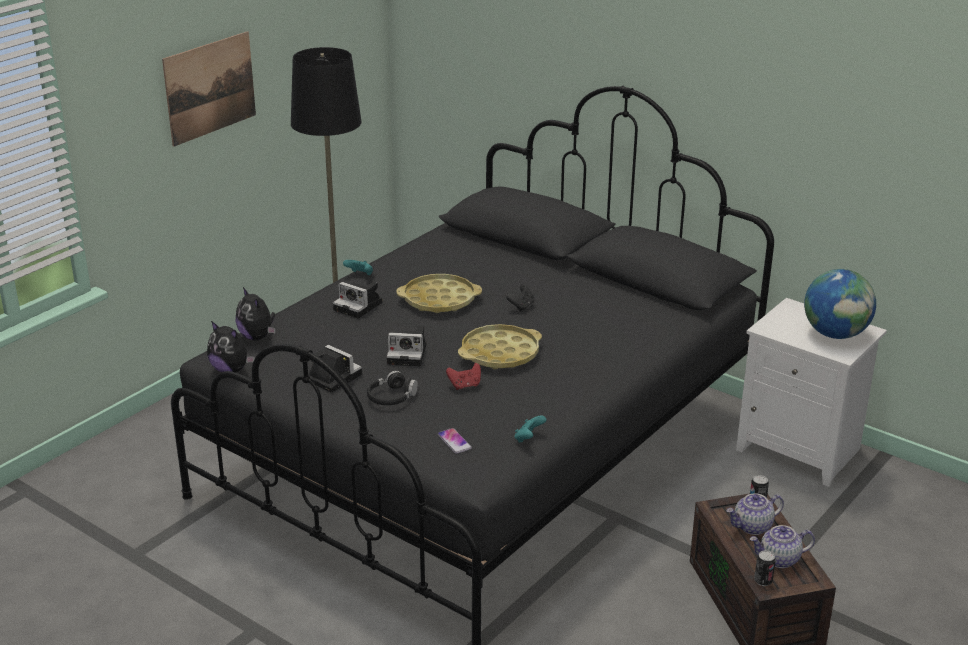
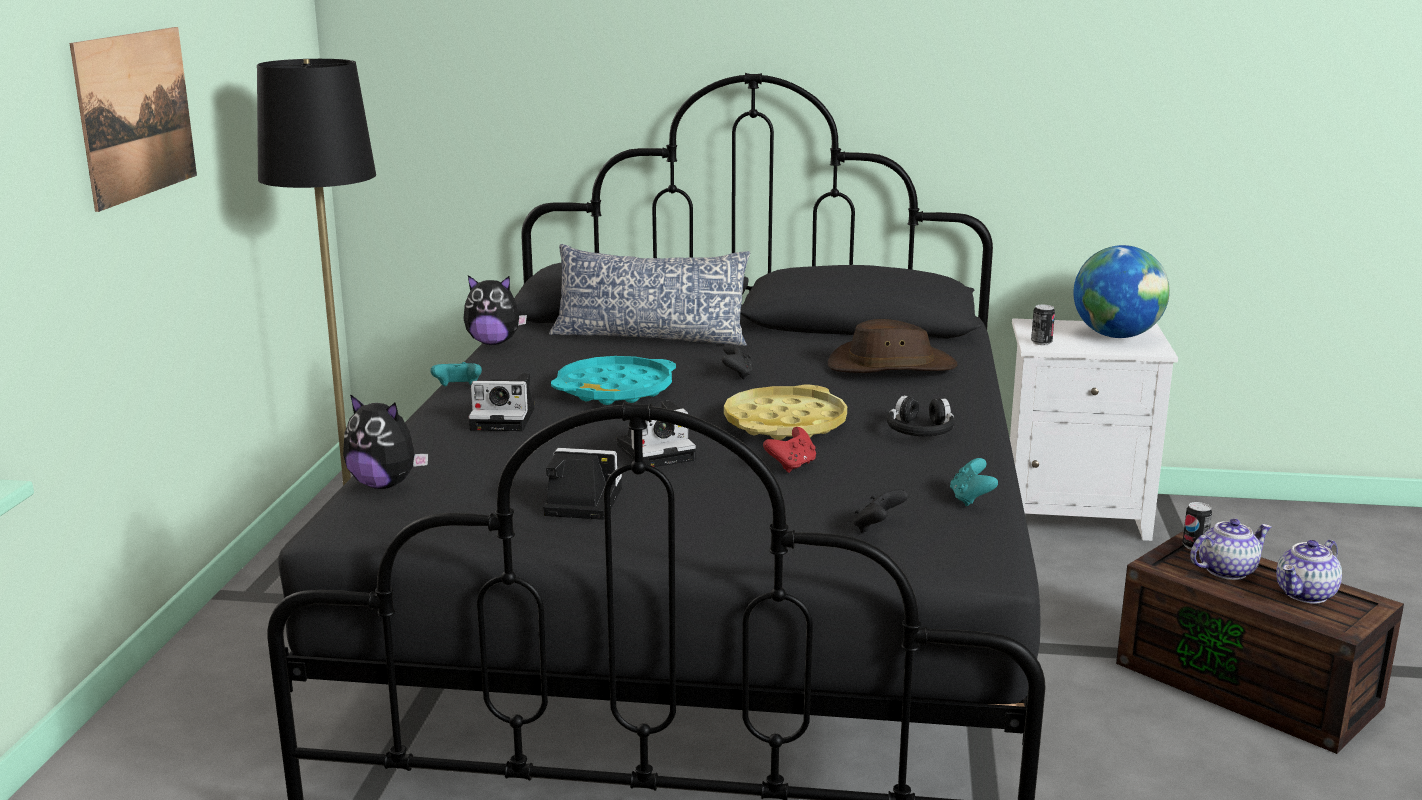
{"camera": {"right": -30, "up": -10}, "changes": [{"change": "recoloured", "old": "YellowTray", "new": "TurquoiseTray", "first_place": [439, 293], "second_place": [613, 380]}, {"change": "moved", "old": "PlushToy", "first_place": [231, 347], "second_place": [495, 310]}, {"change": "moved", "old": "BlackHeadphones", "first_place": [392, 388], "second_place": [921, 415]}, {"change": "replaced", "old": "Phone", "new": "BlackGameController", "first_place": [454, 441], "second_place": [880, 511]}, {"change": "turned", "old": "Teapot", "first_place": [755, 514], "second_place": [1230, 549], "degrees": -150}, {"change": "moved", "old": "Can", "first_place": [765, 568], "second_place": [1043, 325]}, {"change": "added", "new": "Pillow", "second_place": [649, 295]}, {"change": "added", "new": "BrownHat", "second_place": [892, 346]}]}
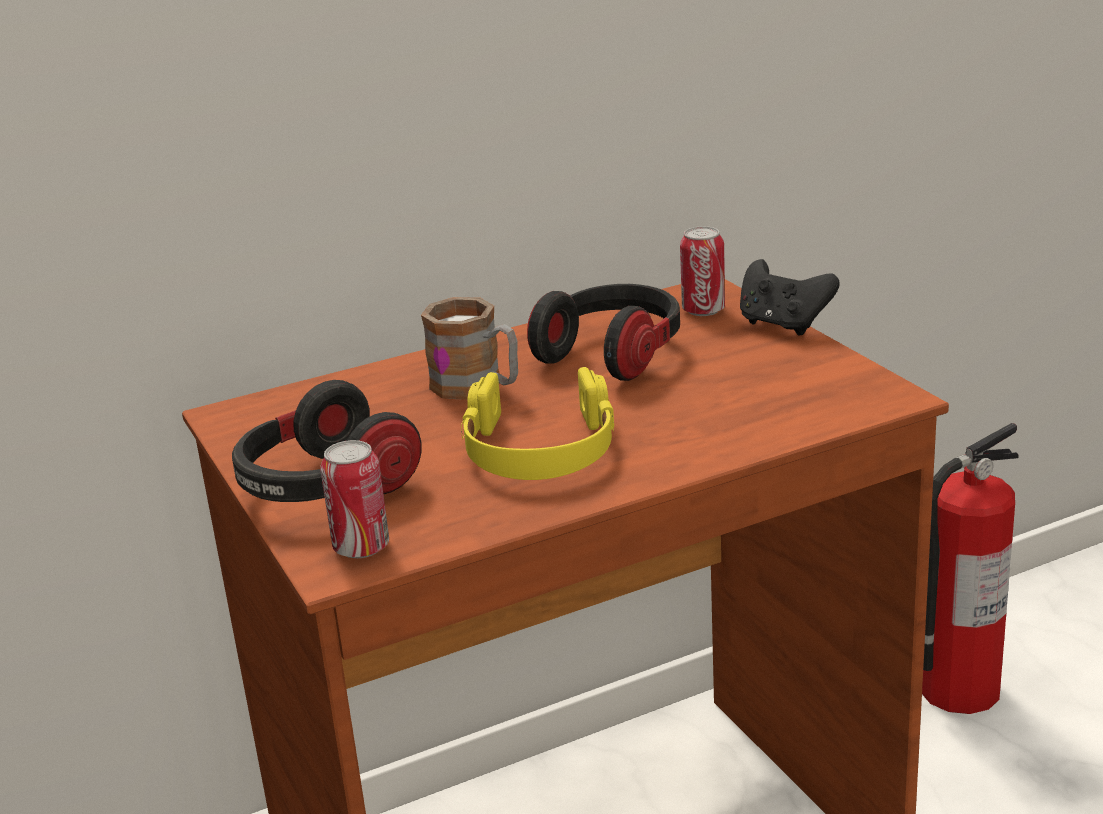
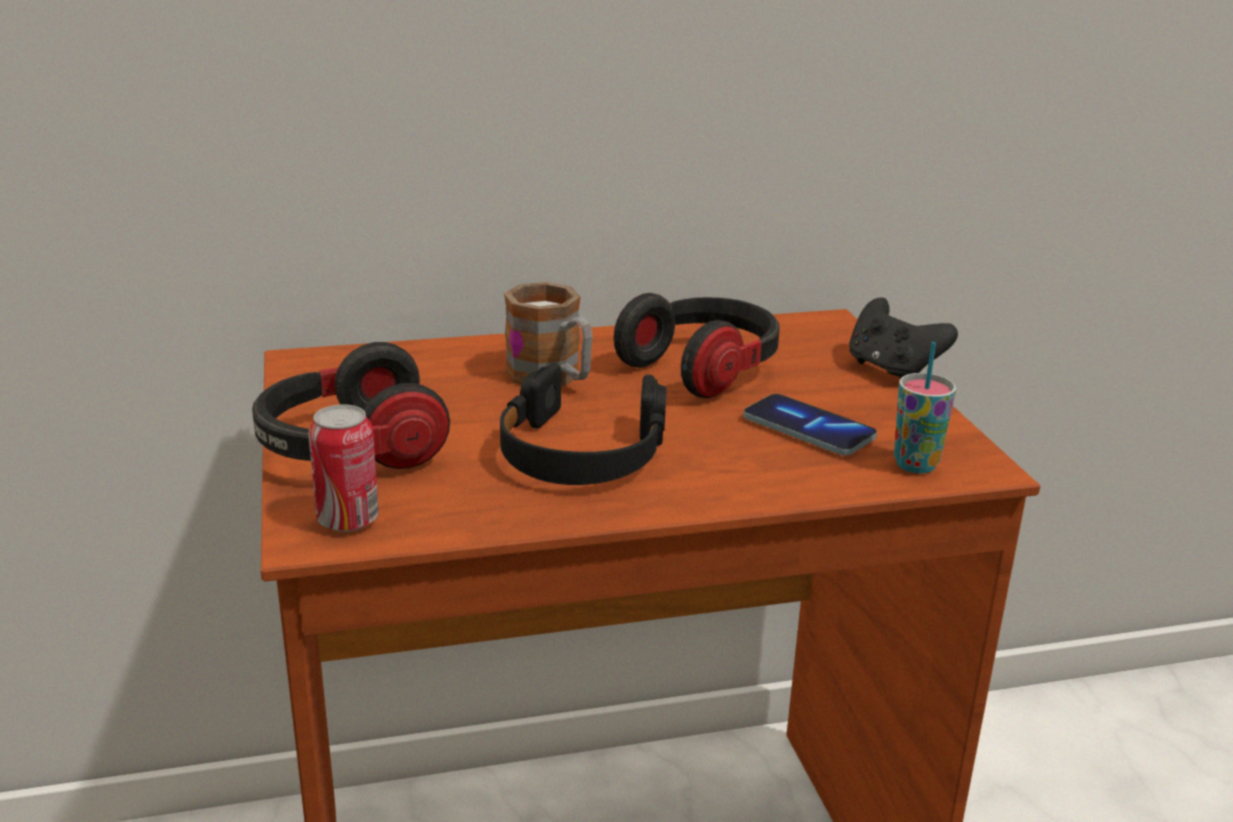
{"camera": {"right": 10, "up": 0}, "changes": [{"change": "removed", "old": "Can", "first_place": [702, 271]}, {"change": "recoloured", "old": "YellowHeadphones", "new": "BlackHeadphones", "first_place": [537, 423], "second_place": [583, 424]}, {"change": "removed", "old": "FireExtinguisher", "first_place": [970, 568]}, {"change": "added", "new": "Cup", "second_place": [925, 408]}, {"change": "added", "new": "Phone", "second_place": [810, 424]}]}
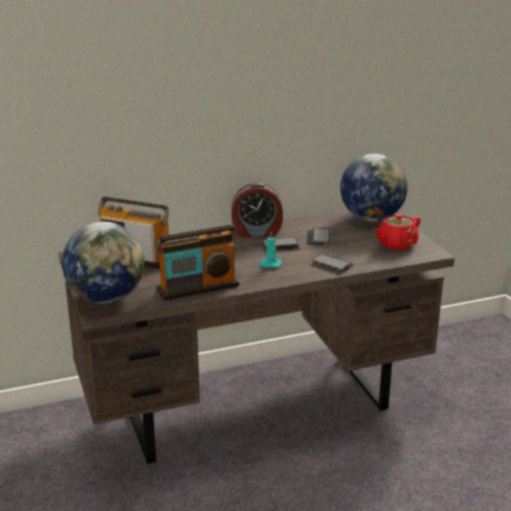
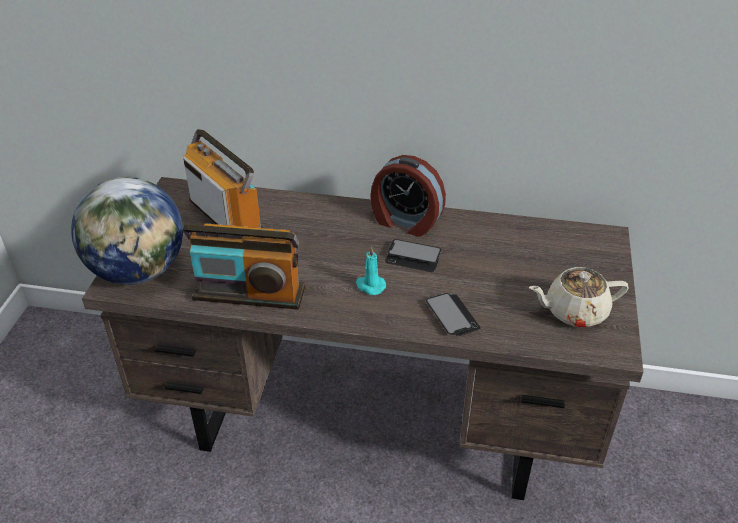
{"camera": {"right": 30, "up": 15}, "changes": [{"change": "removed", "old": "Globe", "first_place": [374, 187]}, {"change": "recoloured", "old": "RedTeapot", "new": "BeigeTeapot", "first_place": [397, 232], "second_place": [578, 297]}, {"change": "removed", "old": "Phone", "first_place": [318, 236]}]}
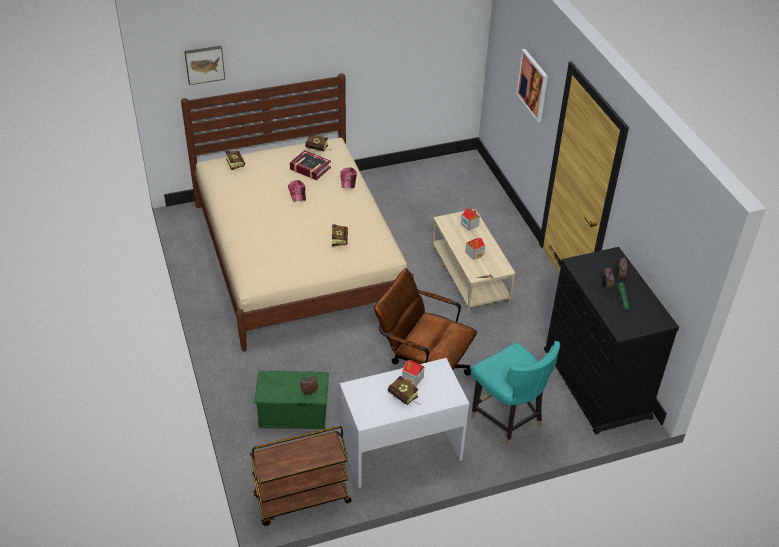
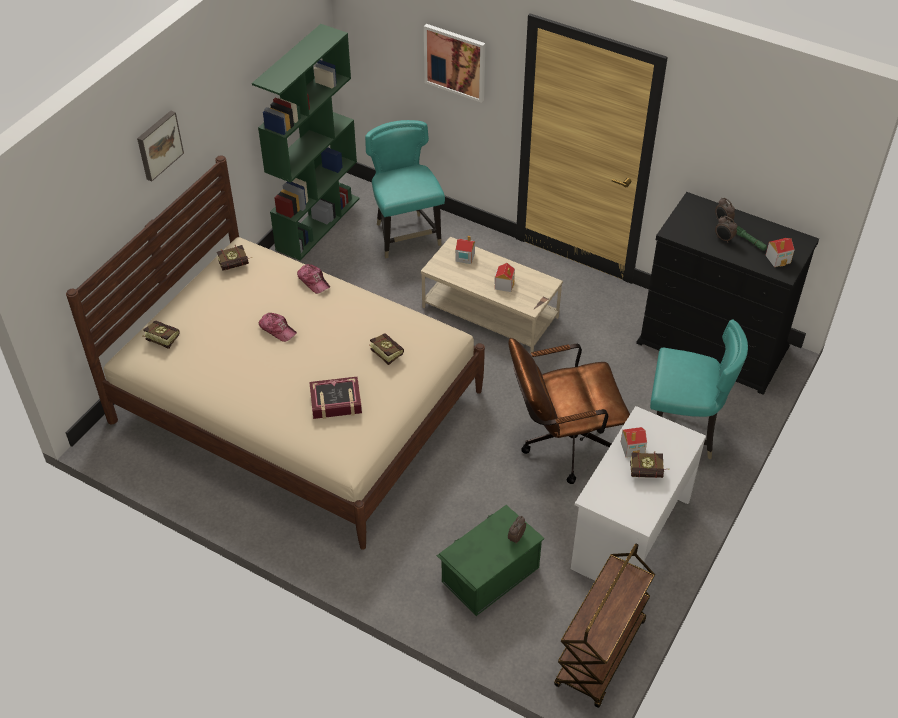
{"camera": {"right": -40, "up": 5}, "changes": [{"change": "moved", "old": "Picture", "first_place": [204, 65], "second_place": [160, 146]}, {"change": "moved", "old": "Book", "first_place": [310, 165], "second_place": [335, 398]}, {"change": "added", "new": "GreenBookcase", "second_place": [305, 142]}, {"change": "added", "new": "TurquoiseChair", "second_place": [405, 189]}, {"change": "added", "new": "ToyHouse", "second_place": [780, 252]}]}
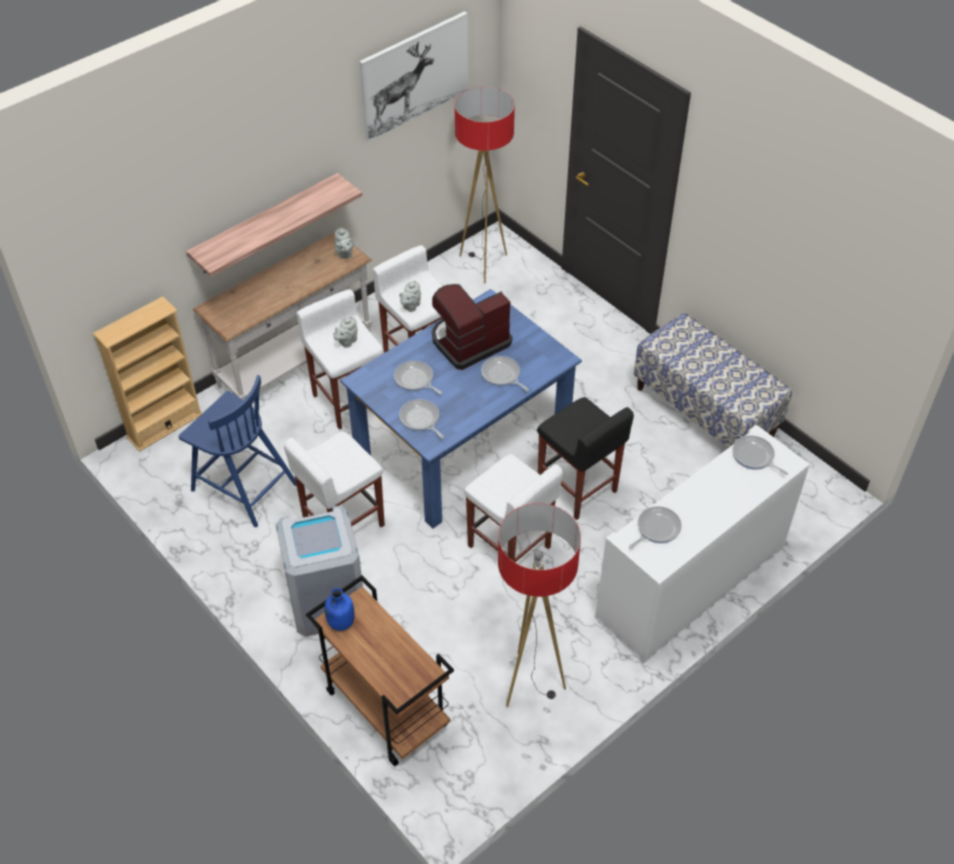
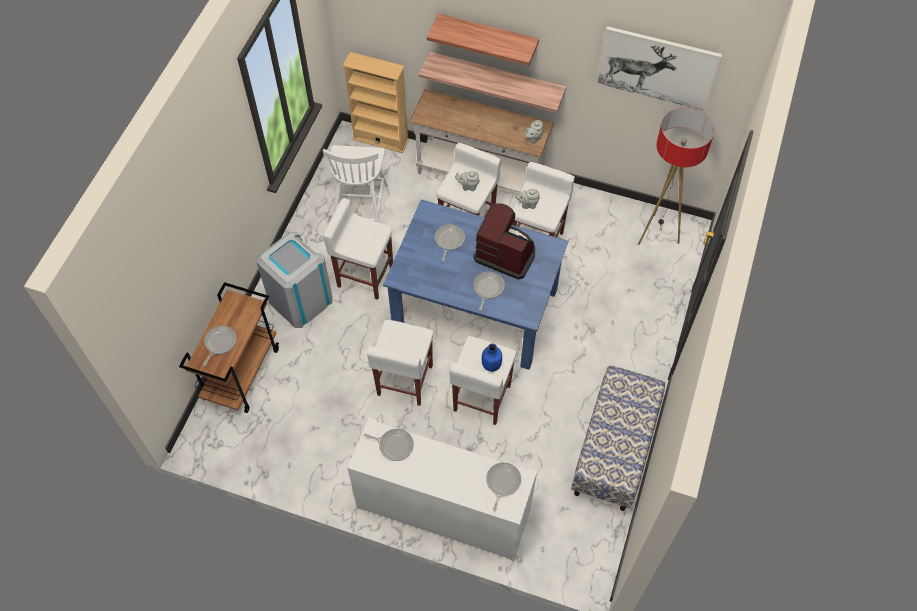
{"camera": {"right": 60, "up": 10}, "changes": [{"change": "recoloured", "old": "BlueChair", "new": "WhiteChair", "first_place": [238, 451], "second_place": [355, 184]}, {"change": "recoloured", "old": "BlackStool", "new": "WhiteStool", "first_place": [585, 458], "second_place": [482, 380]}, {"change": "moved", "old": "FryingPan", "first_place": [421, 418], "second_place": [219, 346]}, {"change": "removed", "old": "FloorLamp", "first_place": [539, 605]}, {"change": "moved", "old": "BlueBottle", "first_place": [339, 609], "second_place": [492, 358]}, {"change": "added", "new": "Shelf", "second_place": [483, 40]}]}
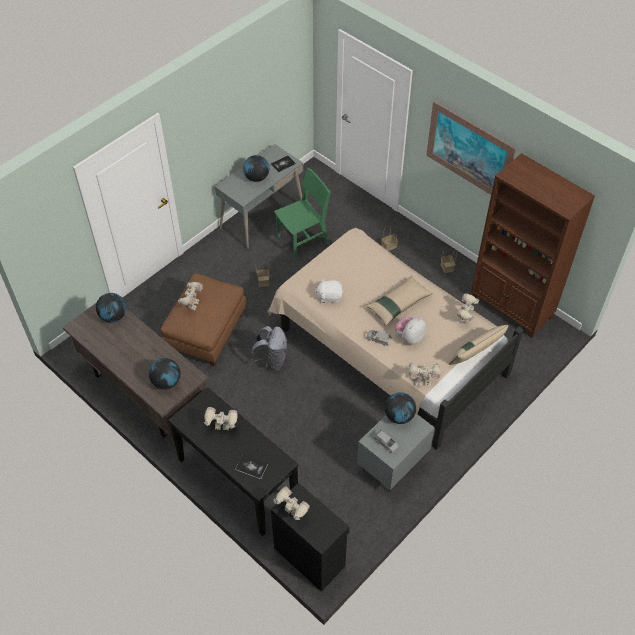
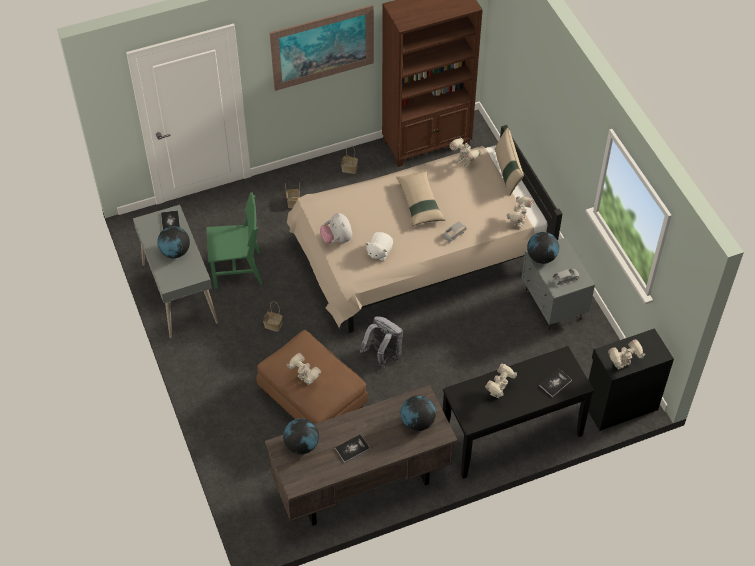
{"camera": {"right": -65, "up": 0}, "changes": [{"change": "turned", "old": "GreenChair", "first_place": [302, 213], "second_place": [234, 241], "degrees": 90}, {"change": "moved", "old": "PlushToy", "first_place": [410, 330], "second_place": [336, 228]}, {"change": "added", "new": "Book", "second_place": [352, 448]}]}
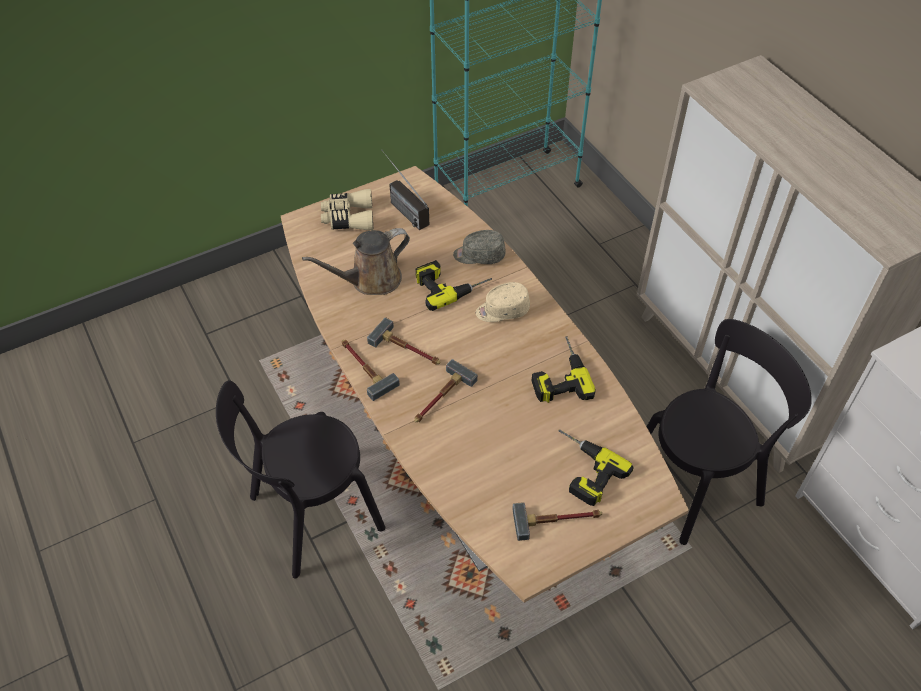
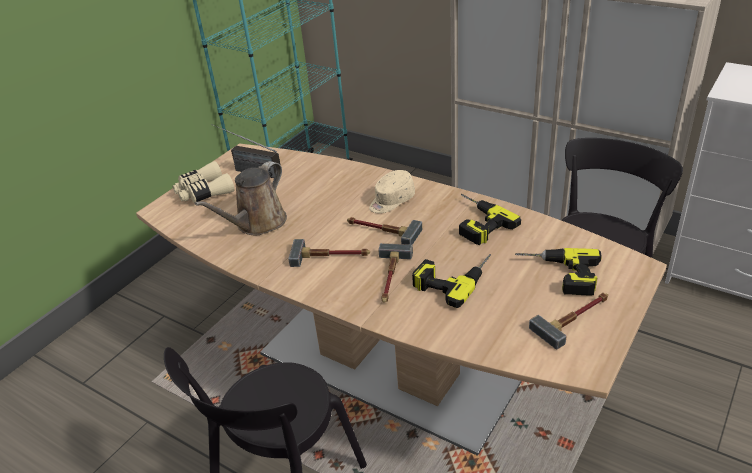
{"camera": {"right": -25, "up": -15}, "changes": [{"change": "removed", "old": "GreyCap", "first_place": [479, 247]}, {"change": "moved", "old": "PowerDrill", "first_place": [454, 285], "second_place": [451, 281]}, {"change": "moved", "old": "Hammer", "first_place": [371, 370], "second_place": [384, 231]}]}
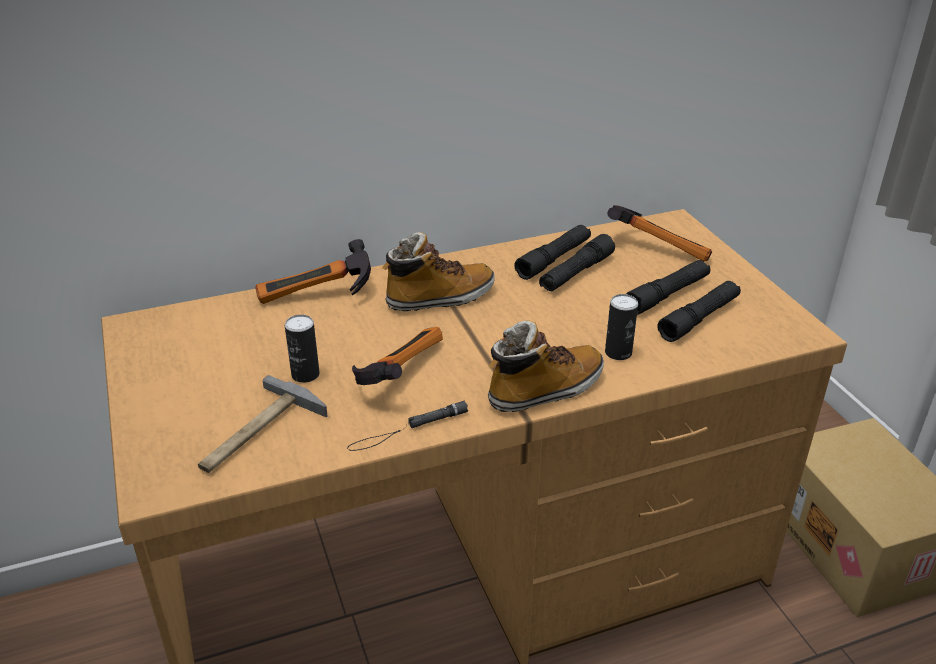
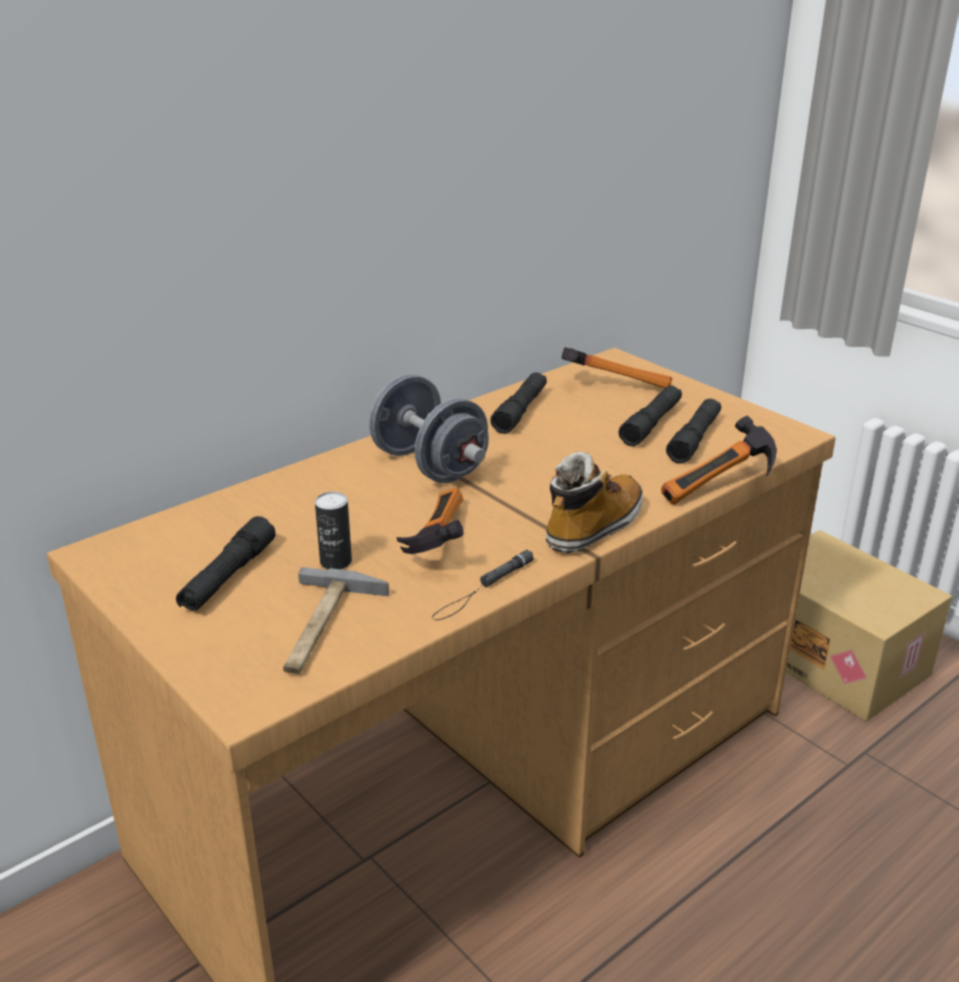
{"camera": {"right": -20, "up": -5}, "changes": [{"change": "replaced", "old": "Boot", "new": "GreyDumbbell", "first_place": [438, 271], "second_place": [429, 428]}, {"change": "moved", "old": "BlackFlashlight", "first_place": [577, 262], "second_place": [226, 563]}, {"change": "moved", "old": "Hammer", "first_place": [313, 271], "second_place": [719, 460]}, {"change": "removed", "old": "Can", "first_place": [621, 327]}]}
